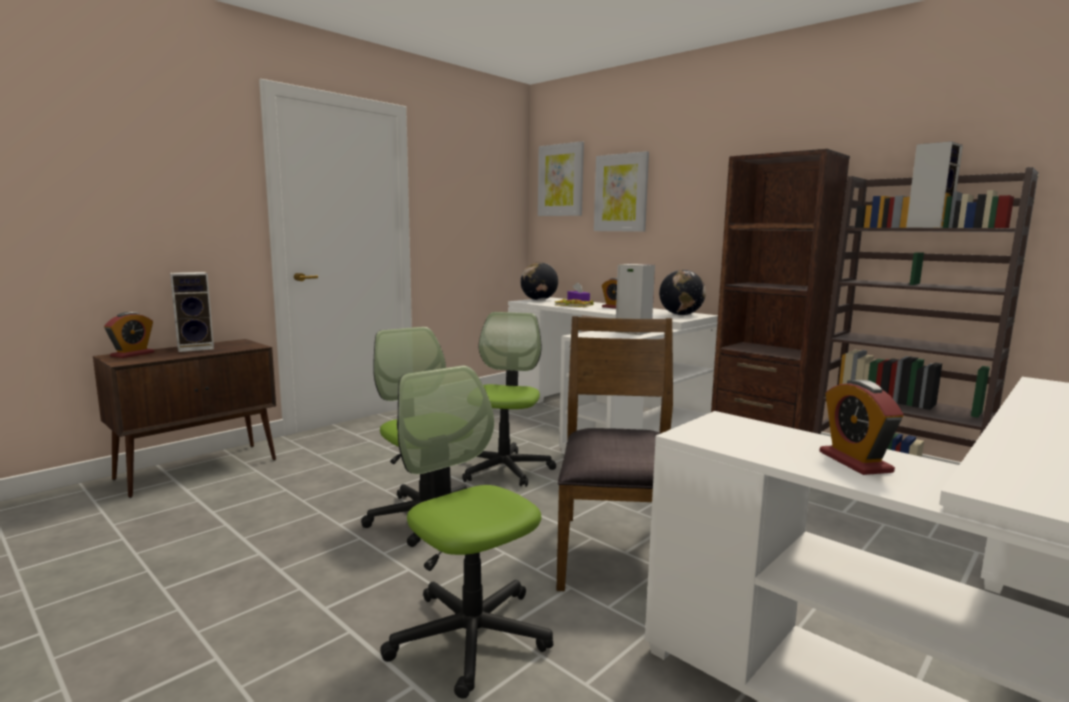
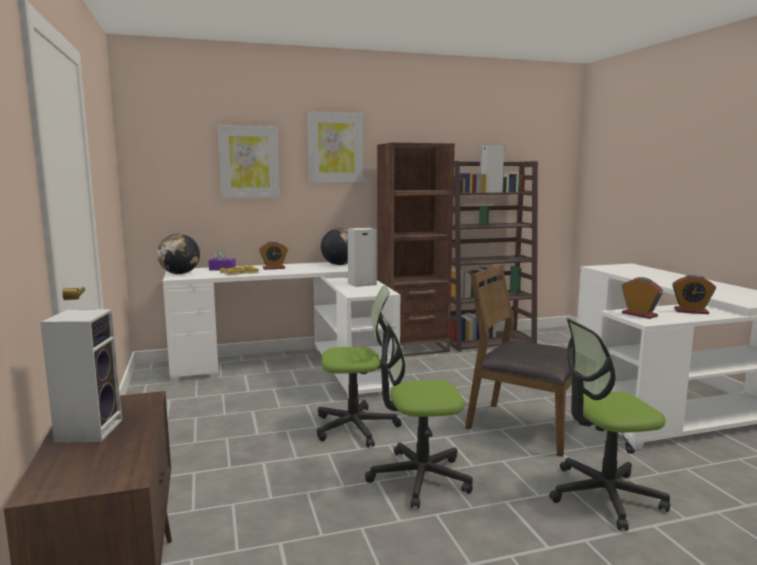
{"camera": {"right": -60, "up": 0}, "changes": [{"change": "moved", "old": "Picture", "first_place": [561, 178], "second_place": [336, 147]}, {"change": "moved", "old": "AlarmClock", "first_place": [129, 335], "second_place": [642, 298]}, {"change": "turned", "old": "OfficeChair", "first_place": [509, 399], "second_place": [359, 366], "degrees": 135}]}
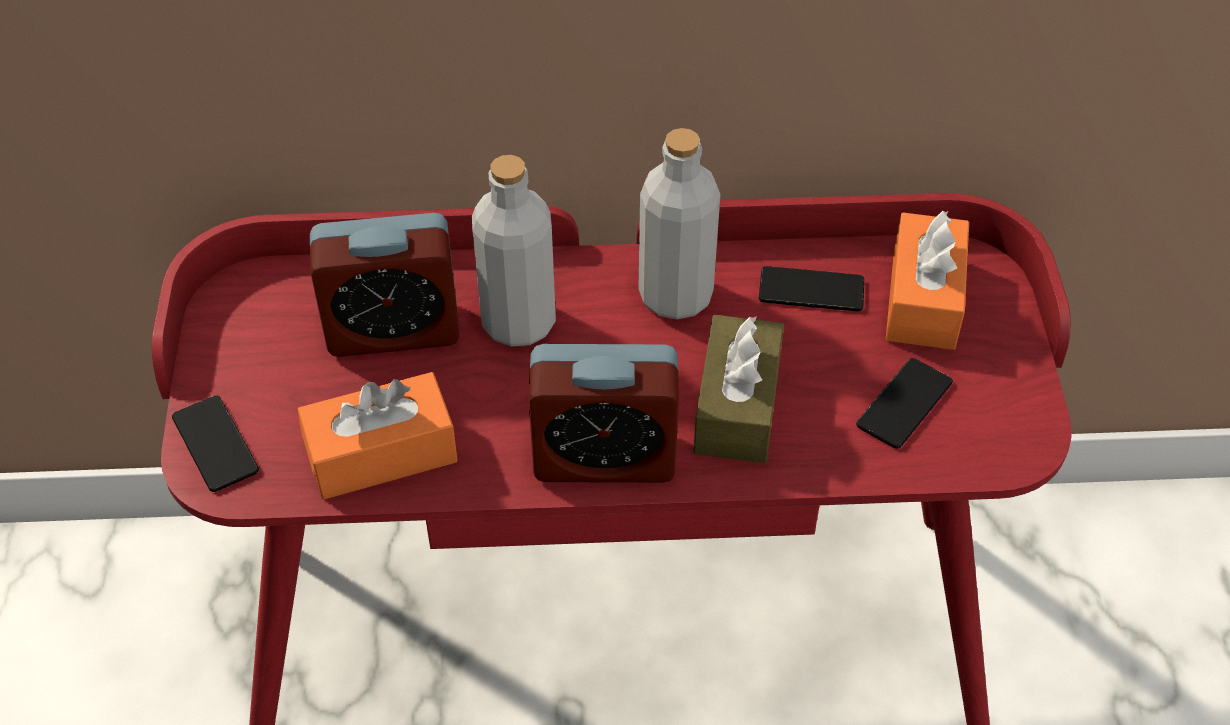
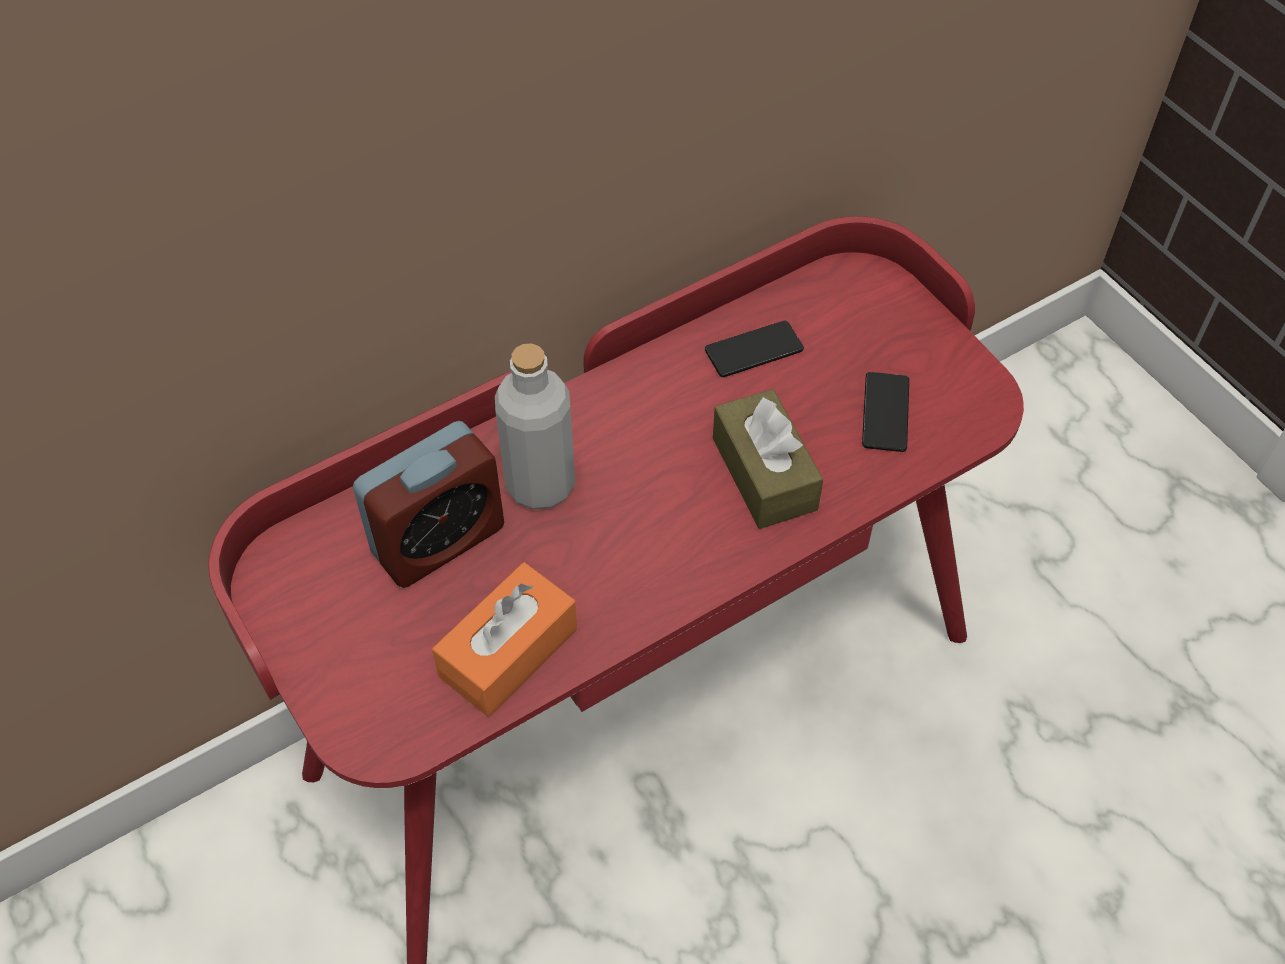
{"camera": {"right": -30, "up": 5}, "changes": [{"change": "removed", "old": "GreyBottle", "first_place": [679, 224]}, {"change": "removed", "old": "OrangeTissueBox", "first_place": [927, 280]}, {"change": "removed", "old": "AlarmClock", "first_place": [603, 413]}, {"change": "removed", "old": "Phone", "first_place": [215, 443]}]}
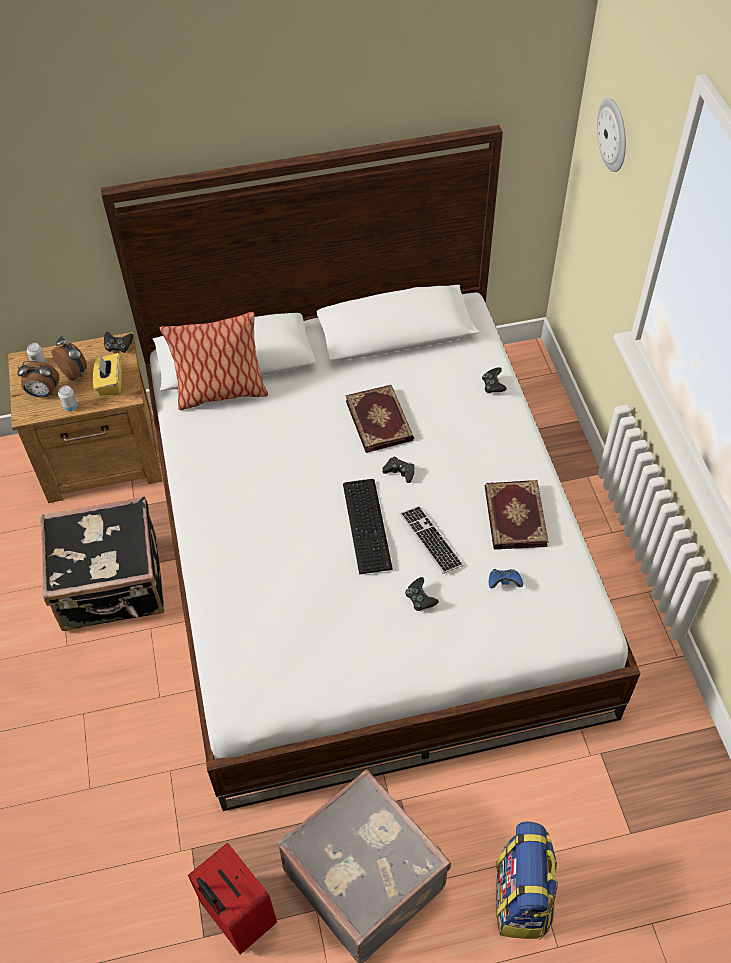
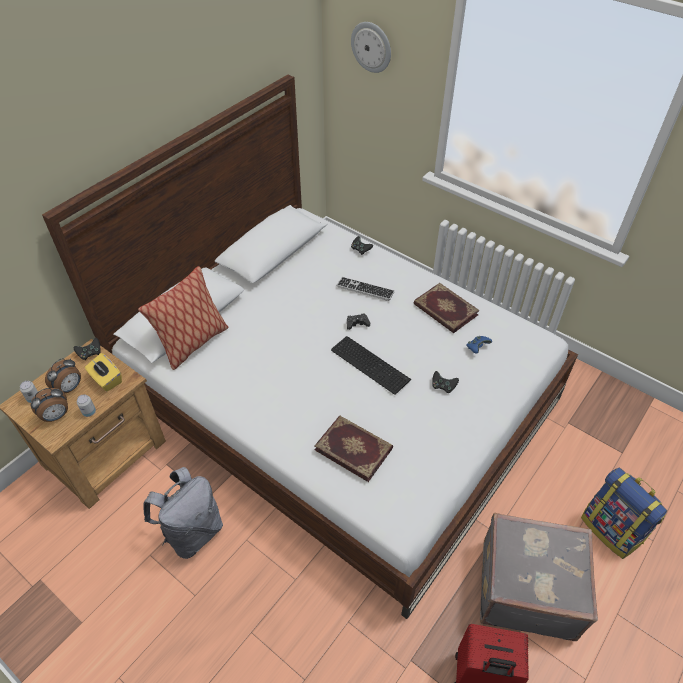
{"camera": {"right": -40, "up": -5}, "changes": [{"change": "turned", "old": "AlarmClock", "first_place": [69, 358], "second_place": [63, 375], "degrees": 120}, {"change": "moved", "old": "Book", "first_place": [379, 419], "second_place": [354, 448]}, {"change": "replaced", "old": "BlackSuitcase", "new": "GreyBackpack", "first_place": [102, 564], "second_place": [183, 513]}, {"change": "moved", "old": "Keyboard", "first_place": [431, 540], "second_place": [365, 289]}]}
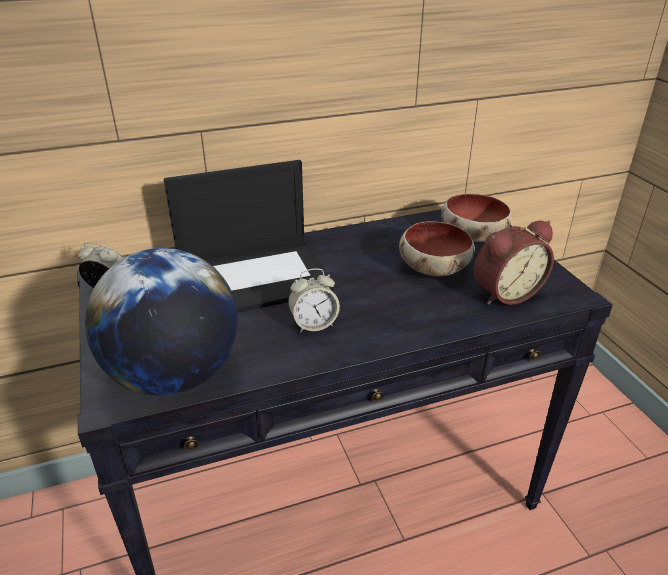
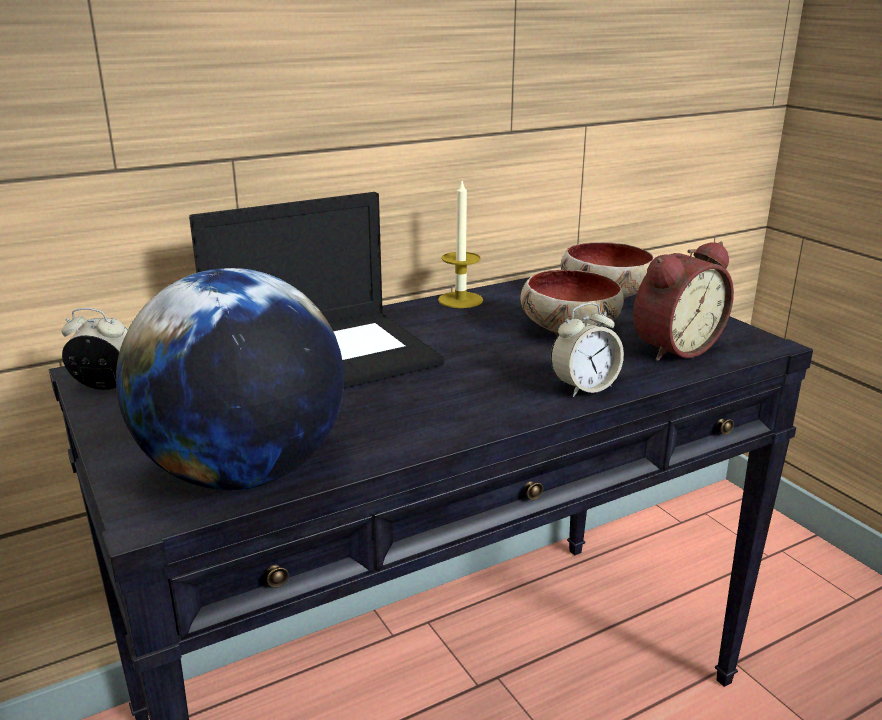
{"camera": {"right": -10, "up": -10}, "changes": [{"change": "moved", "old": "AlarmClock", "first_place": [314, 300], "second_place": [587, 350]}, {"change": "added", "new": "Candle", "second_place": [460, 244]}]}
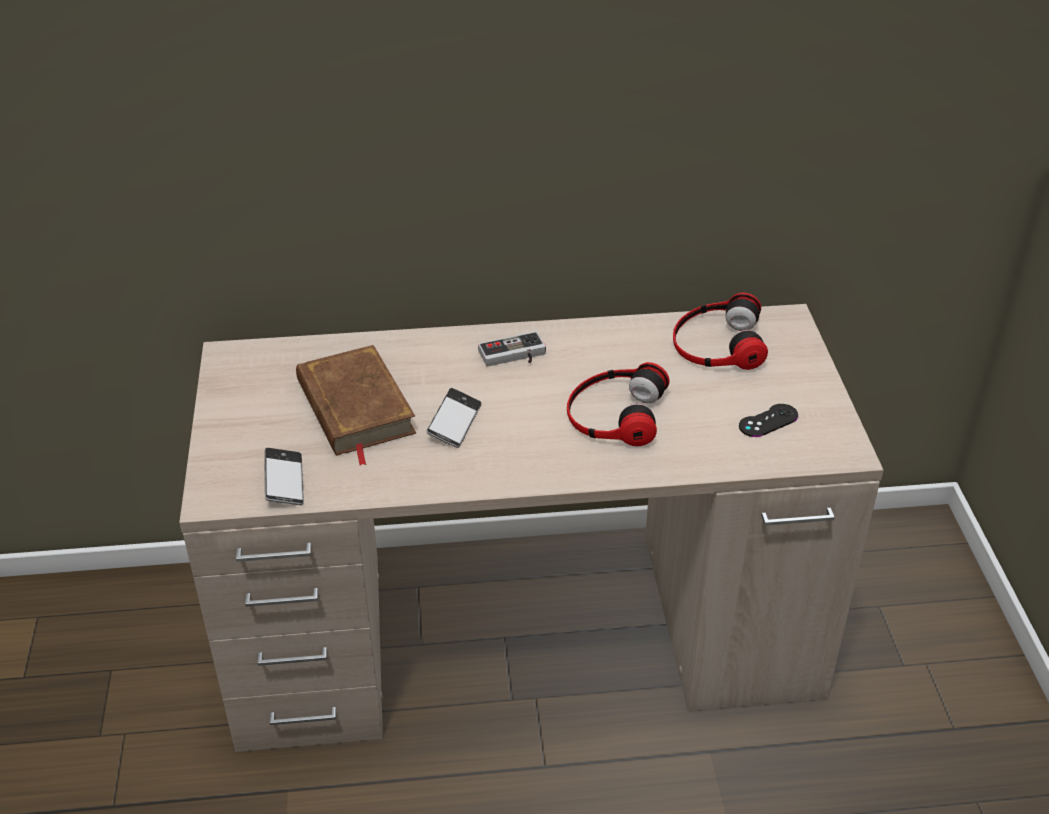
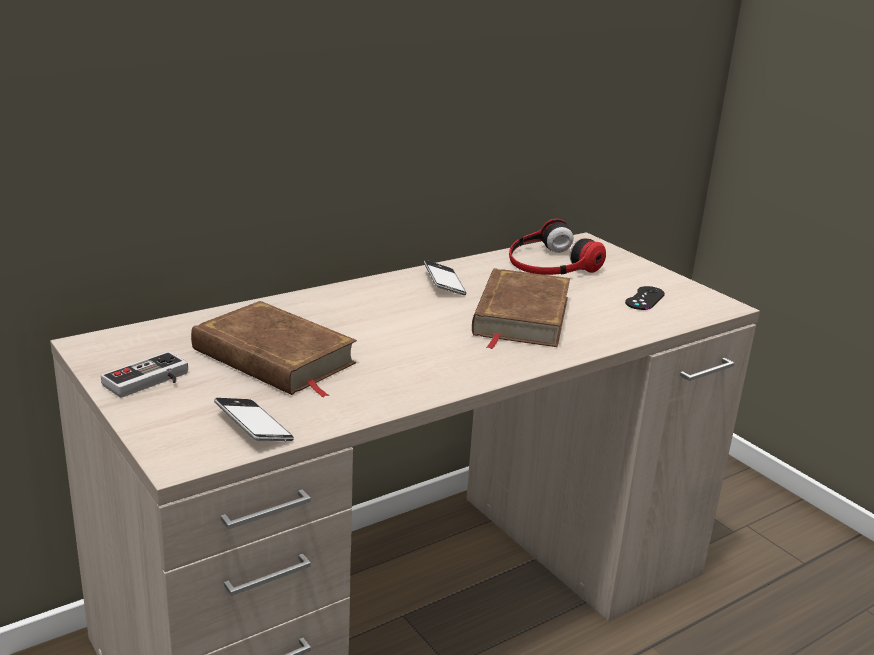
{"camera": {"right": -30, "up": -15}, "changes": [{"change": "moved", "old": "GameController", "first_place": [512, 349], "second_place": [144, 374]}, {"change": "replaced", "old": "Headphones", "new": "BrownBook", "first_place": [618, 404], "second_place": [521, 308]}, {"change": "moved", "old": "Phone", "first_place": [453, 418], "second_place": [445, 277]}]}
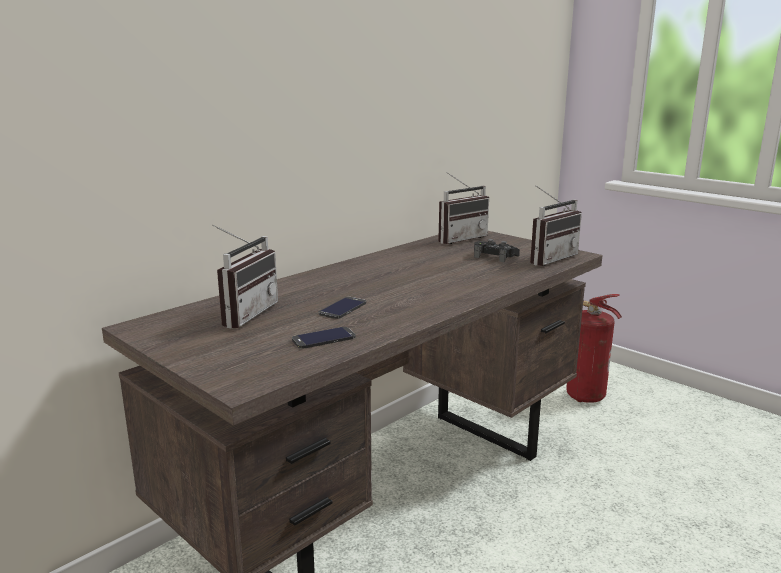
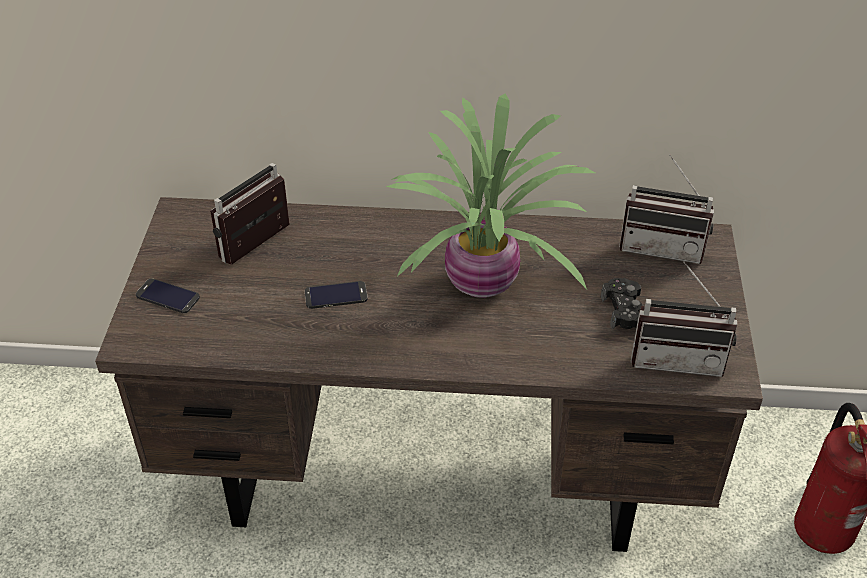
{"camera": {"right": 50, "up": 25}, "changes": [{"change": "turned", "old": "Radio", "first_place": [245, 277], "second_place": [250, 214], "degrees": 150}, {"change": "moved", "old": "Phone", "first_place": [324, 338], "second_place": [168, 296]}, {"change": "added", "new": "PottedPlant", "second_place": [490, 196]}]}
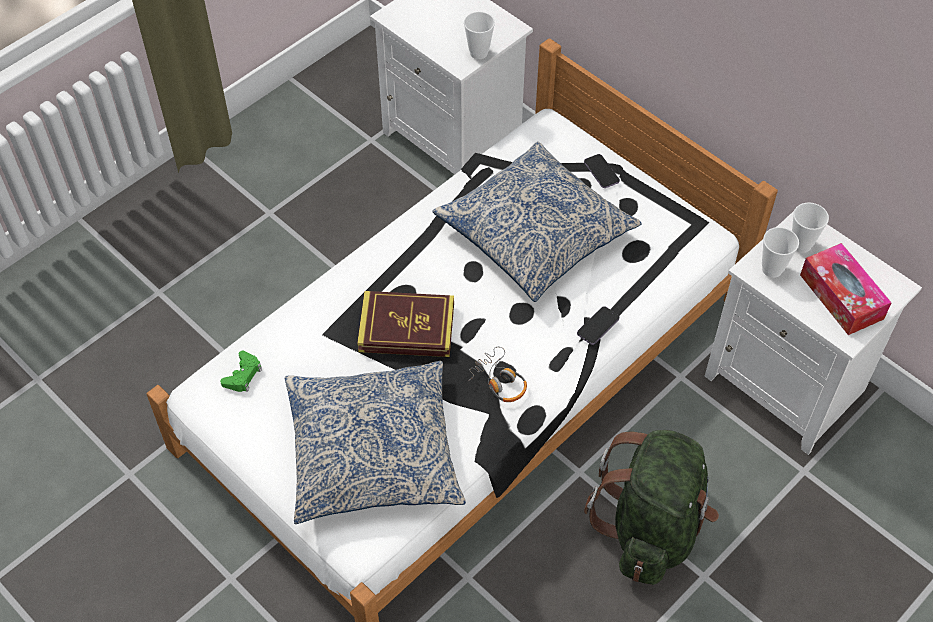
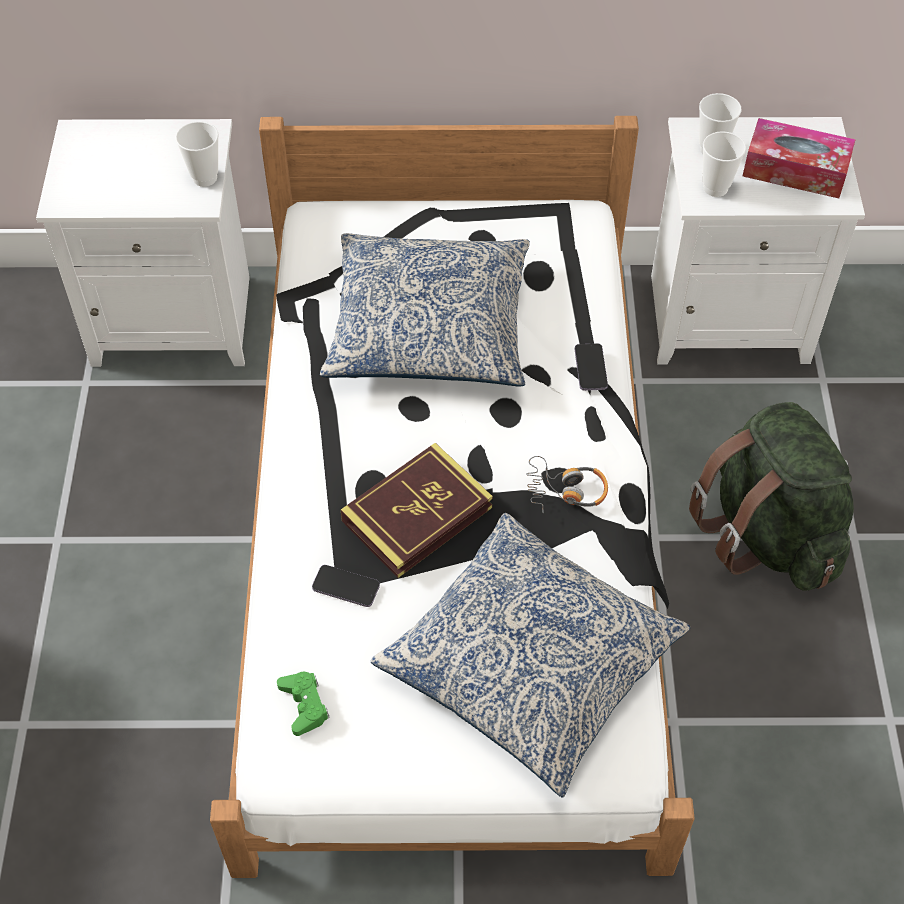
{"camera": {"right": -45, "up": 0}, "changes": [{"change": "moved", "old": "Phone", "first_place": [602, 171], "second_place": [346, 586]}]}
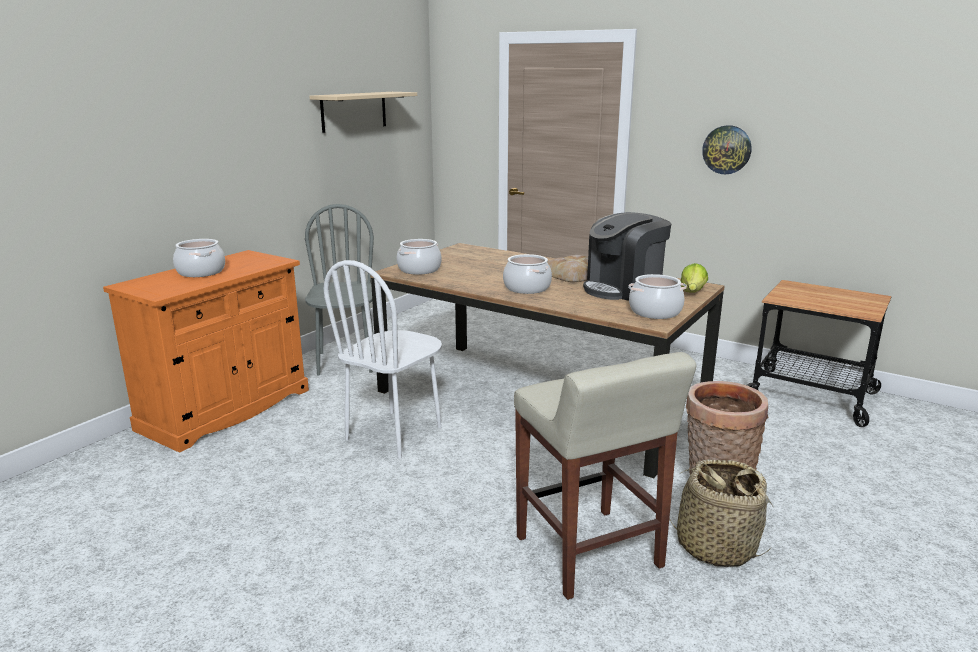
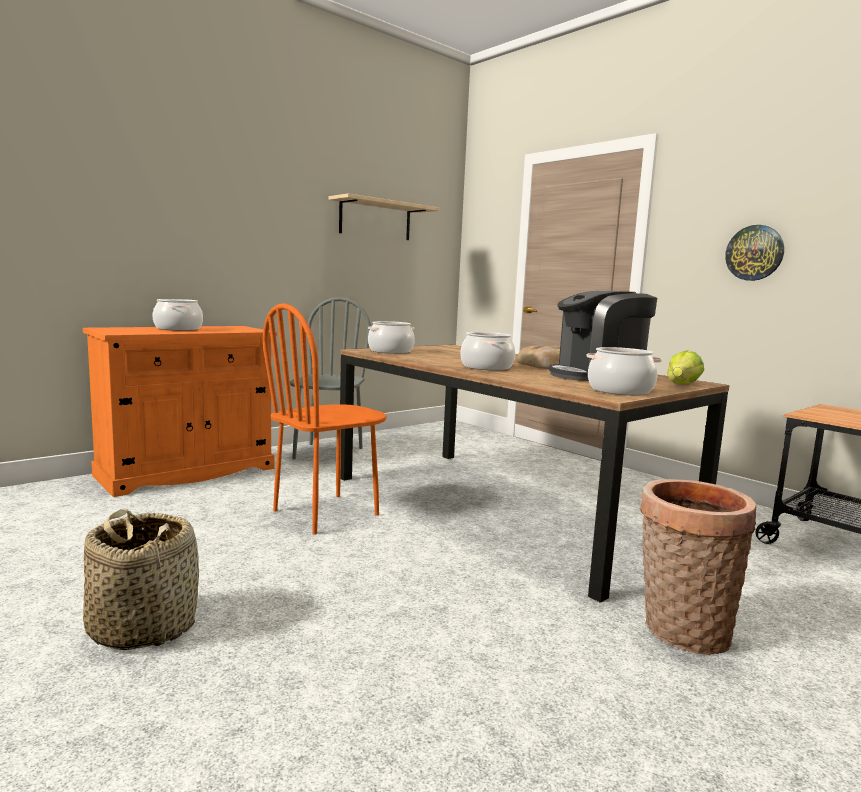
{"camera": {"right": 15, "up": -10}, "changes": [{"change": "recoloured", "old": "WhiteChair", "new": "OrangeChair", "first_place": [382, 359], "second_place": [325, 418]}, {"change": "removed", "old": "BeigeStool", "first_place": [605, 476]}, {"change": "moved", "old": "Basket", "first_place": [721, 513], "second_place": [141, 579]}]}
